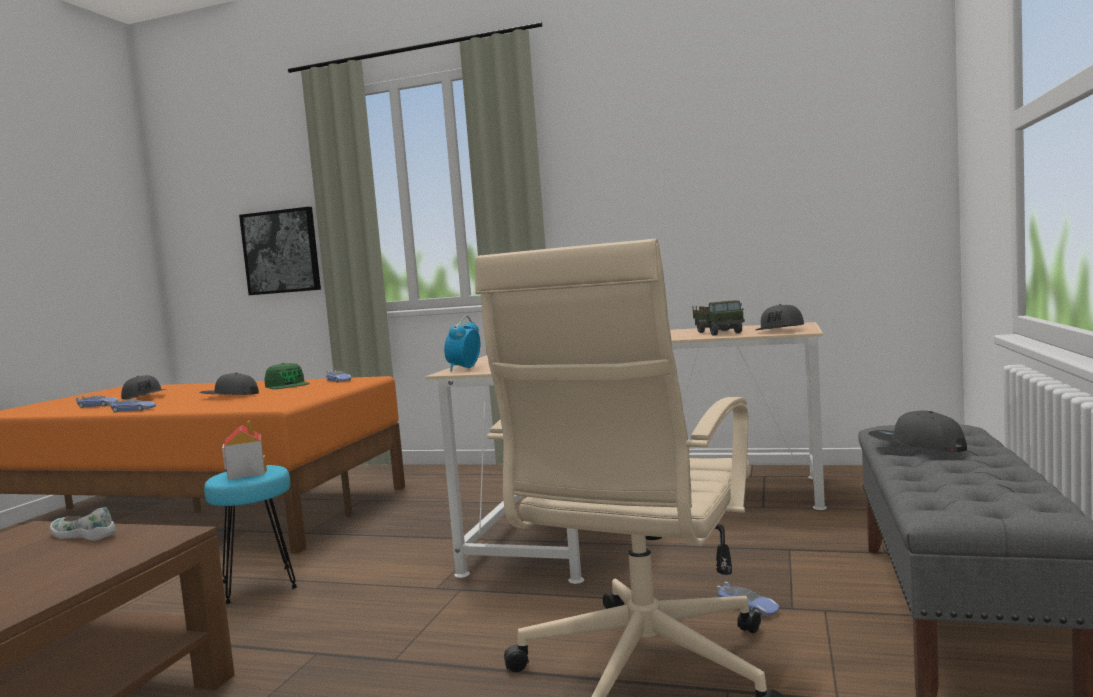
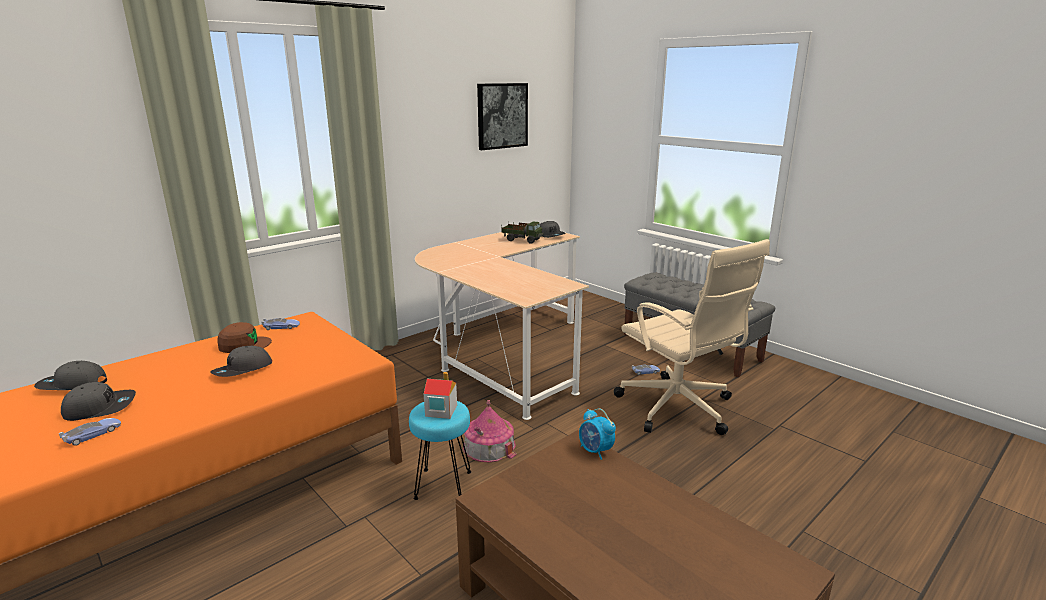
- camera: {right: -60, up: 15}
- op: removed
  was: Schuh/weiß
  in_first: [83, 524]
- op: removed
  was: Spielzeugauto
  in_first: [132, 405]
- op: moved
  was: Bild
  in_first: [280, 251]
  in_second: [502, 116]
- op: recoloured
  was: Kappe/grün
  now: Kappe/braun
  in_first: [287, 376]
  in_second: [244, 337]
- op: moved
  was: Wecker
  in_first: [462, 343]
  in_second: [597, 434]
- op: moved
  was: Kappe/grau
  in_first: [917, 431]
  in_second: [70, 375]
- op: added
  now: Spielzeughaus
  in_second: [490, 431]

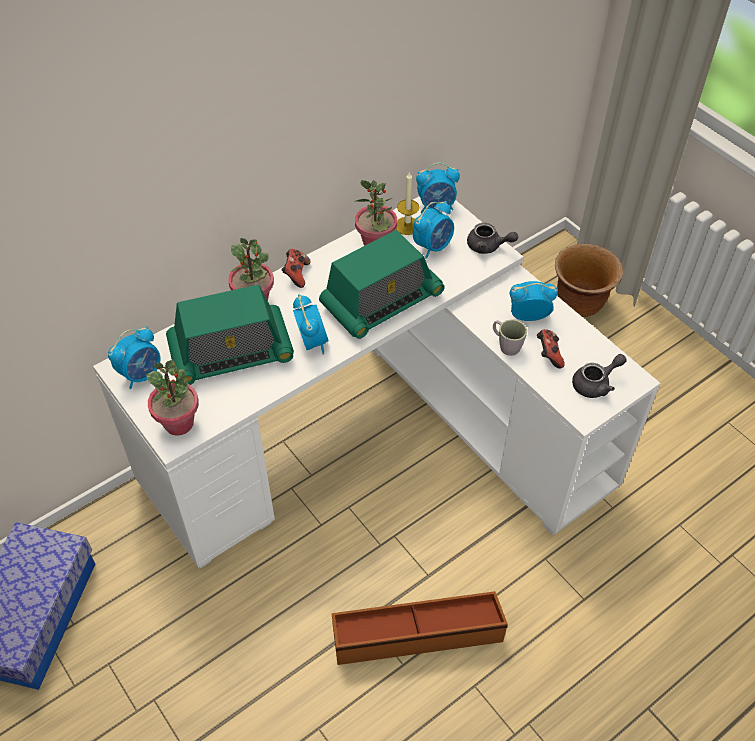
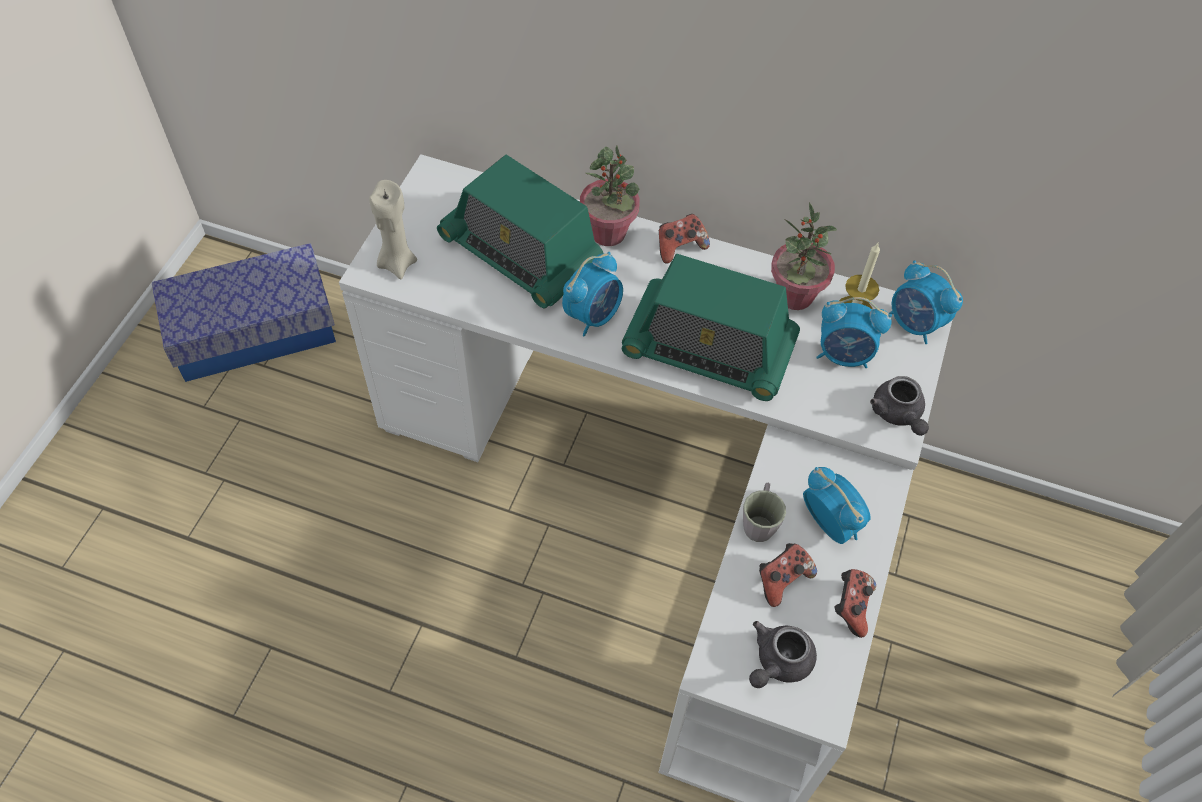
- camera: {right: 55, up: 5}
- op: removed
  was: Wecker
  in_first: [134, 357]
- op: replaced
  was: Topfpflanze
  now: Kerze/beige
  in_first: [172, 398]
  in_second: [393, 229]
- op: removed
  was: Aufbewahrungsbox/braun
  in_first: [420, 628]
- op: removed
  was: Pflanzkübel/braun
  in_first: [589, 280]
- op: turned
  was: Teekanne/grau
  in_first: [599, 376]
  in_second: [783, 654]
  clockwise: 105
- op: added
  now: Gamepad
  in_second: [855, 603]

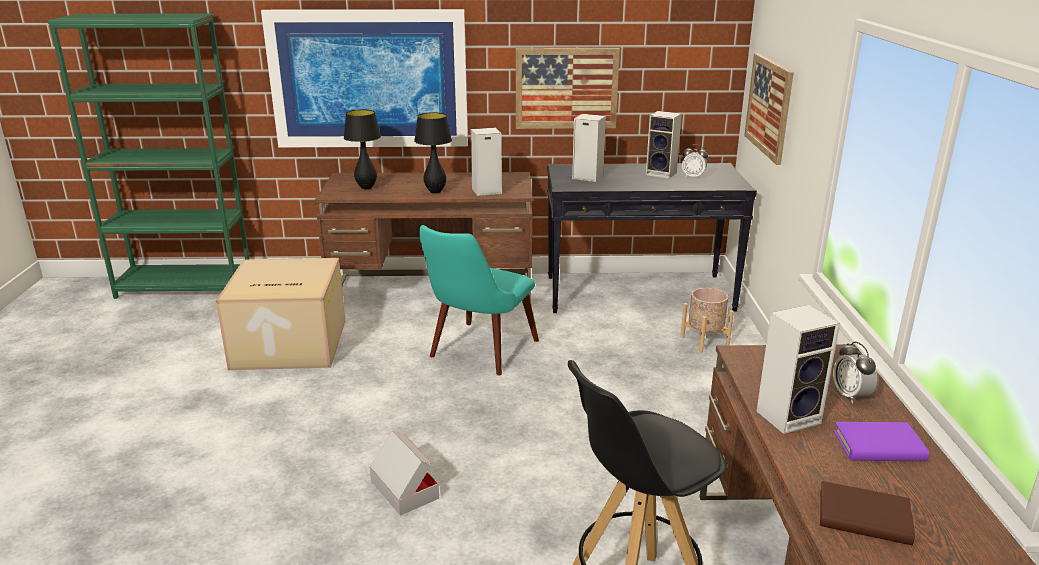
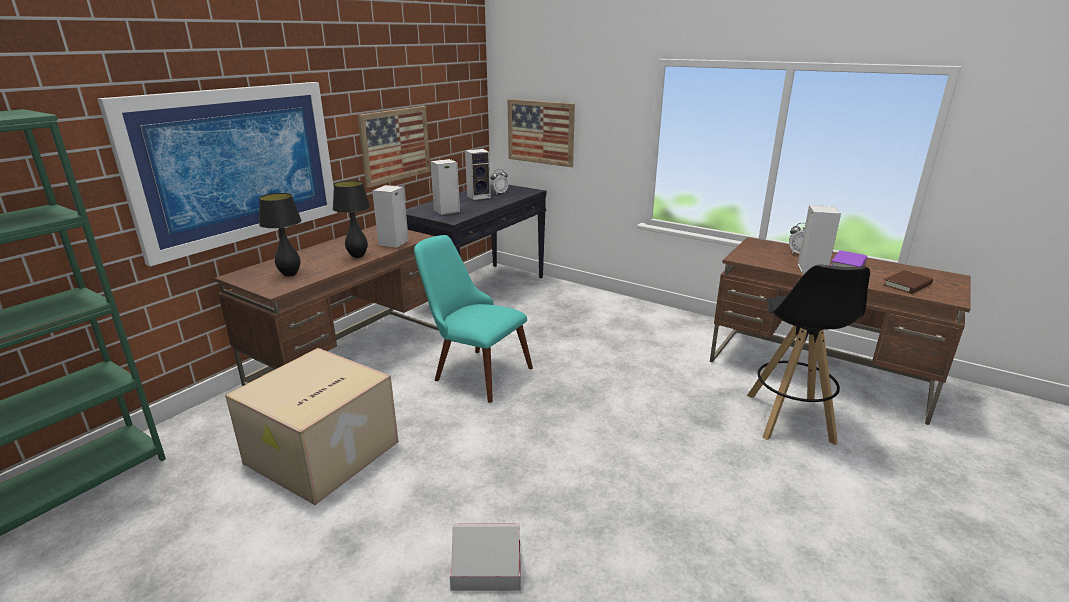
- camera: {right: -55, up: 0}
- op: moved
  was: Karton
  in_first: [404, 473]
  in_second: [485, 557]
- op: turned
  was: Stuhl/türkis
  in_first: [479, 300]
  in_second: [473, 319]
  clockwise: 150
- op: removed
  was: Pflanzkübel/beige
  in_first: [707, 320]

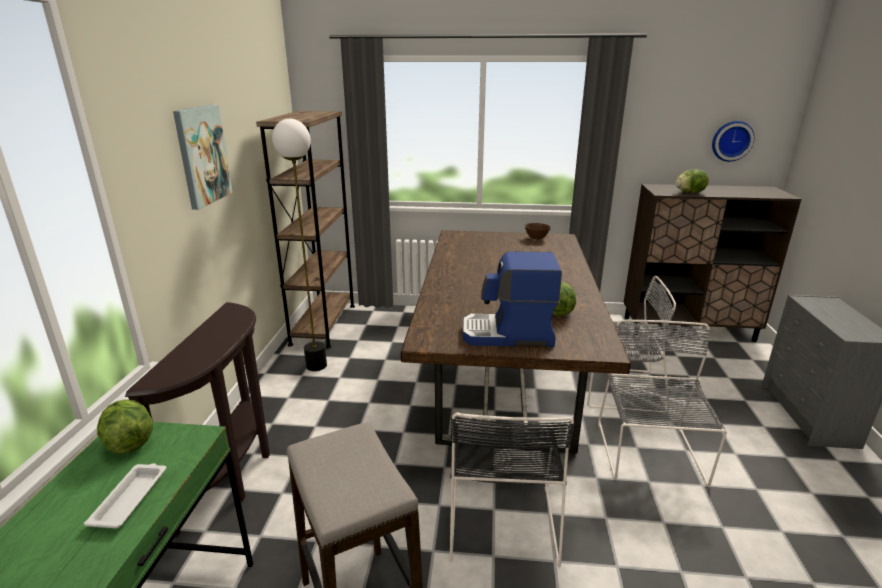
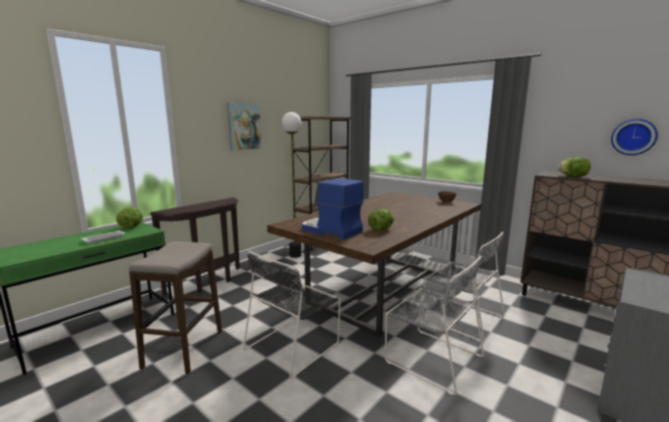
- camera: {right: 35, up: -10}
- op: turned
  was: Stuhl/grau
  in_first: [662, 403]
  in_second: [434, 325]
  clockwise: 90

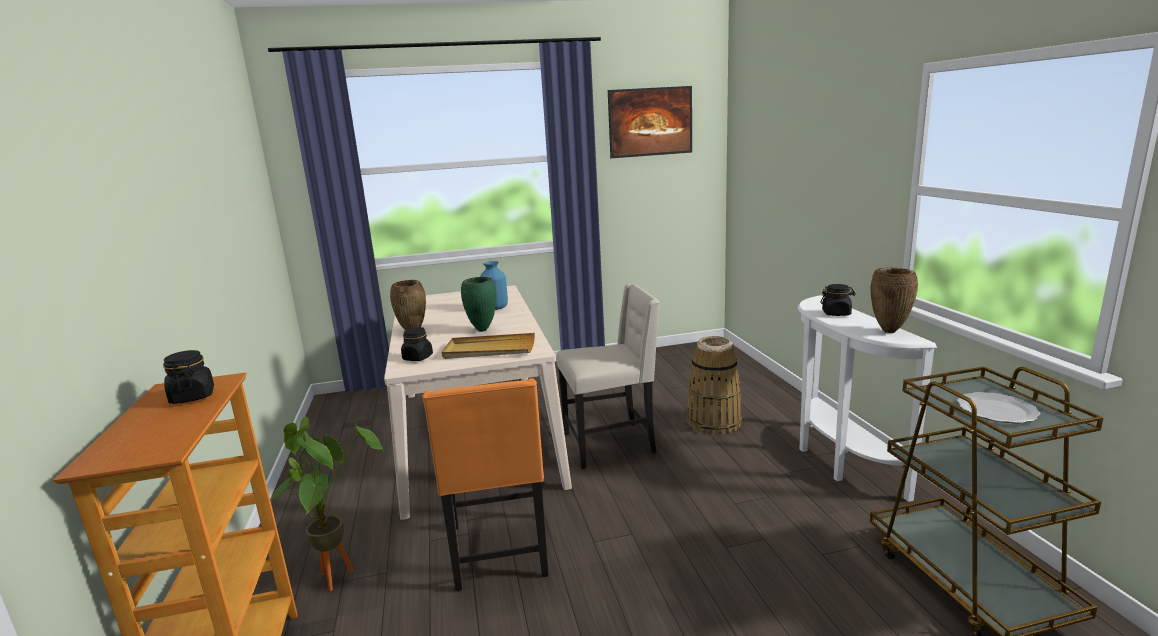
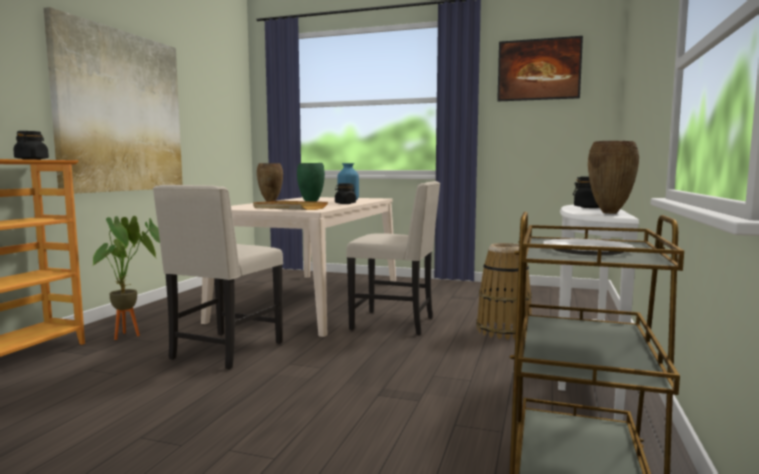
- camera: {right: 30, up: -10}
- op: moved
  was: Vorratsglas/schwarz
  in_first: [417, 344]
  in_second: [345, 193]
- op: recoloured
  was: Stuhl/orange
  now: Stuhl/beige
  in_first: [485, 484]
  in_second: [218, 277]
- op: added
  now: Bild
  in_second: [113, 100]

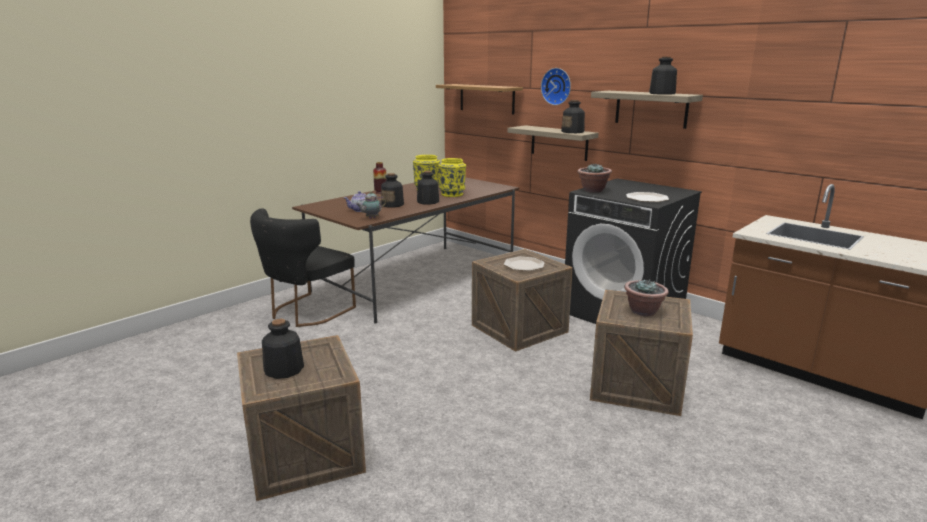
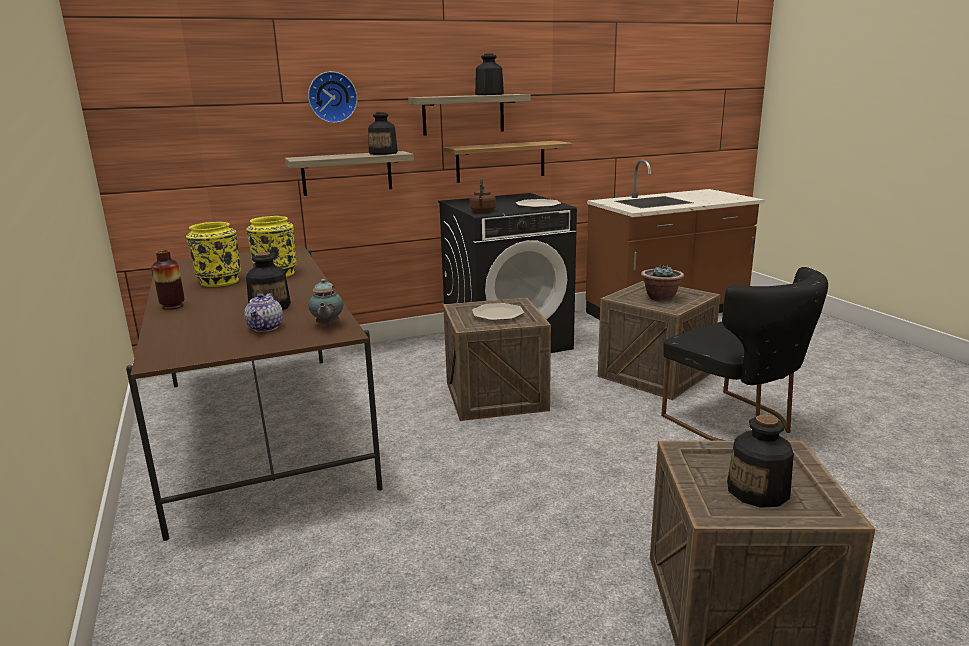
- camera: {right: -65, up: 0}
- op: moved
  was: Stuhl/schwarz
  in_first: [303, 267]
  in_second: [744, 354]
- op: removed
  was: Flasche
  in_first: [428, 188]
- op: moved
  was: Wandregal
  in_first: [479, 99]
  in_second: [508, 162]
- op: replaced
  was: Topfpflanze
  now: Wasserkessel/braun
  in_first: [595, 178]
  in_second: [483, 195]

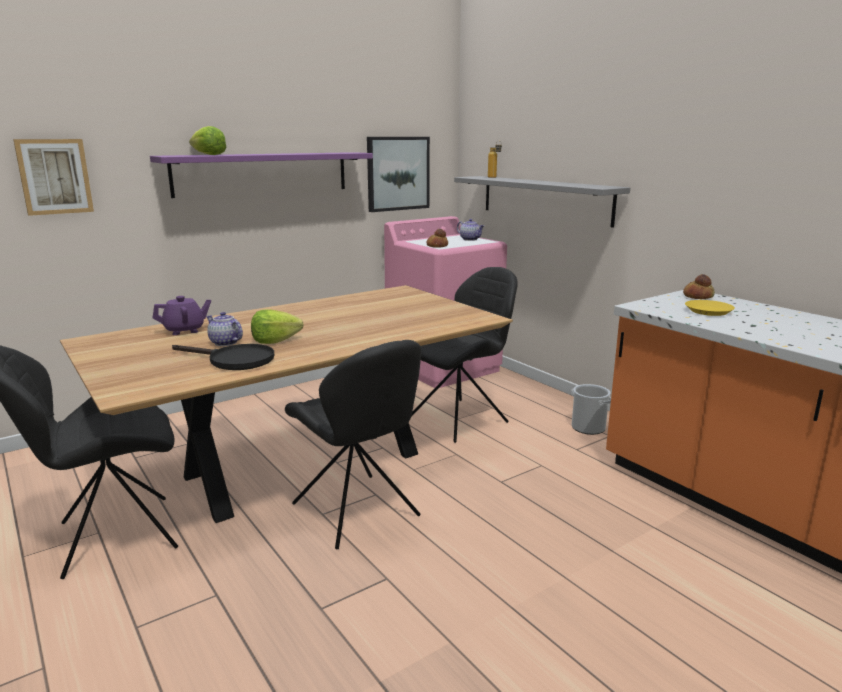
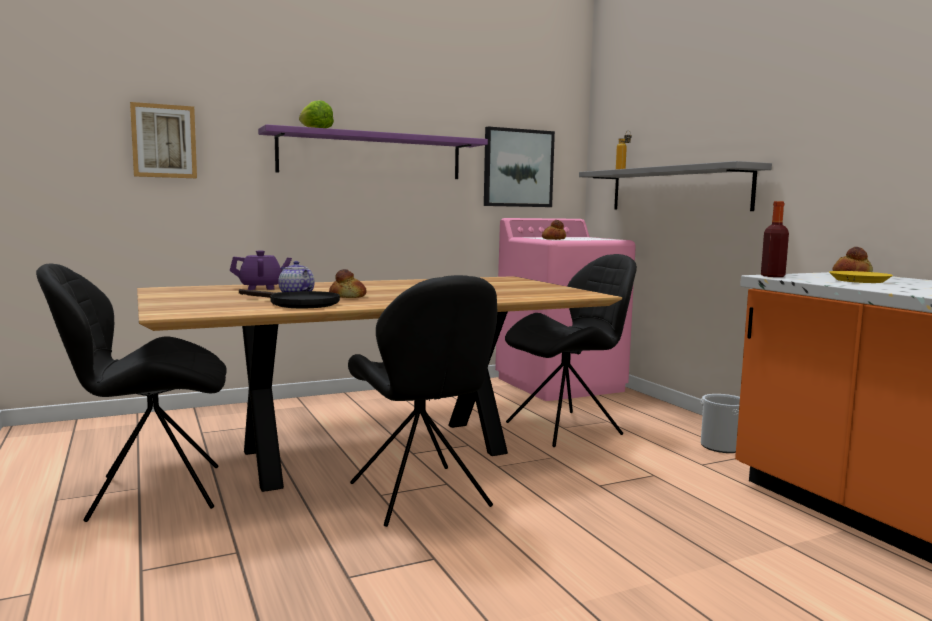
- camera: {right: 10, up: -10}
- op: replaced
  was: Salatkopf
  now: Brot
  in_first: [277, 326]
  in_second: [348, 283]
- op: removed
  was: Teekanne
  in_first: [470, 230]
- op: added
  now: Flasche
  in_second: [775, 239]

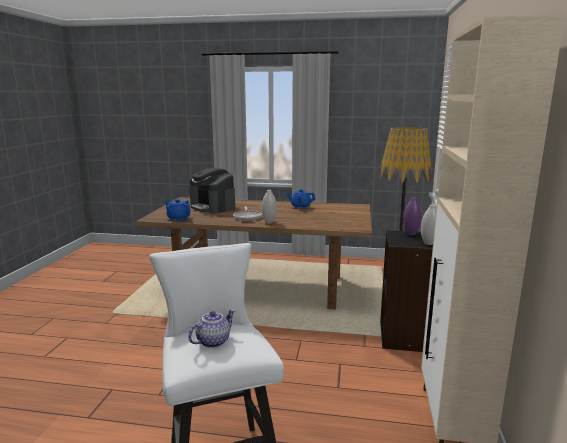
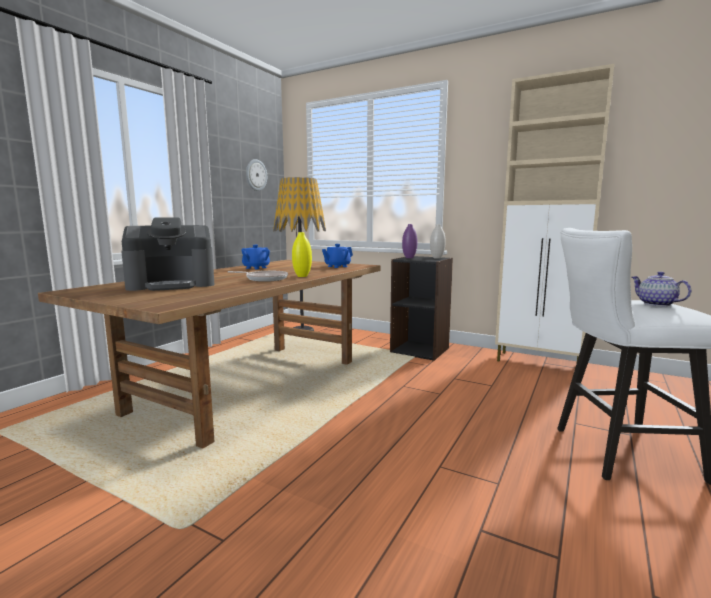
- camera: {right: -70, up: -5}
- op: moved
  was: Teekanne/blau
  in_first: [178, 210]
  in_second: [337, 256]
- op: recoloured
  was: Vase/weiß
  now: Vase/gelb
  in_first: [269, 206]
  in_second: [302, 254]
- op: added
  now: Wanduhr
  in_second: [256, 175]

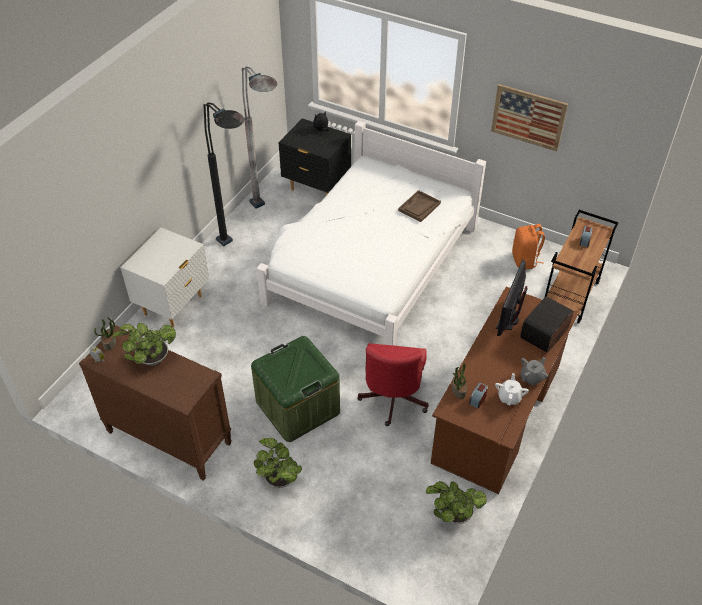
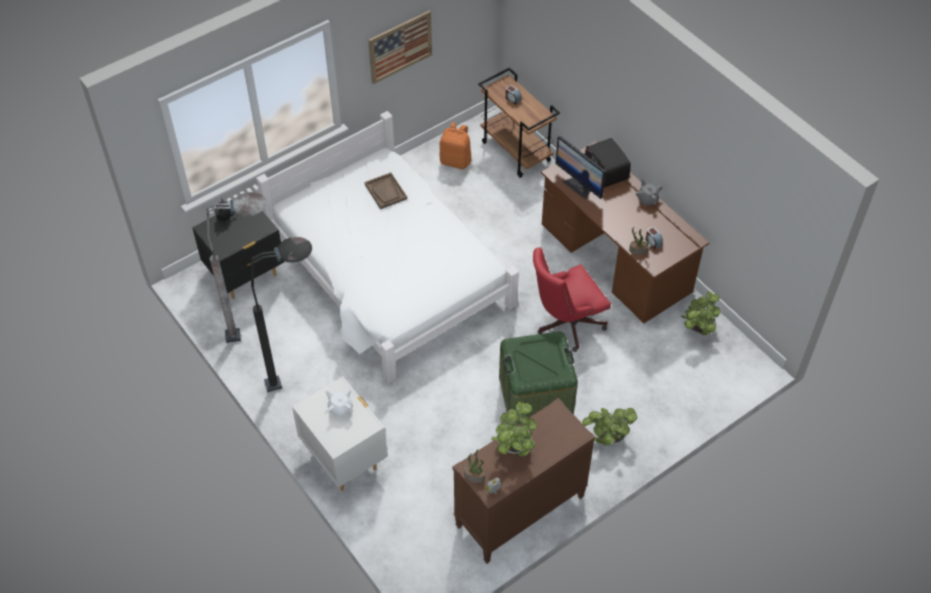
- camera: {right: -65, up: 5}
- op: turned
  was: Bürostuhl/rot
  in_first: [393, 384]
  in_second: [572, 299]
  clockwise: 120
- op: moved
  was: Teekanne/weiß
  in_first: [512, 389]
  in_second: [339, 403]

